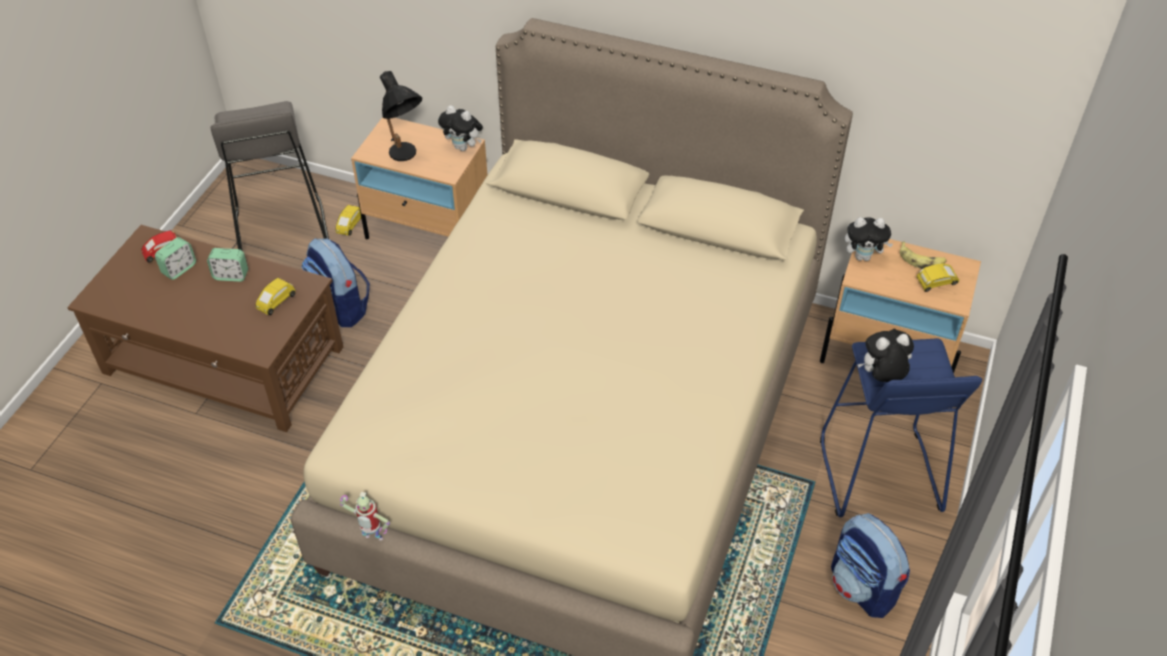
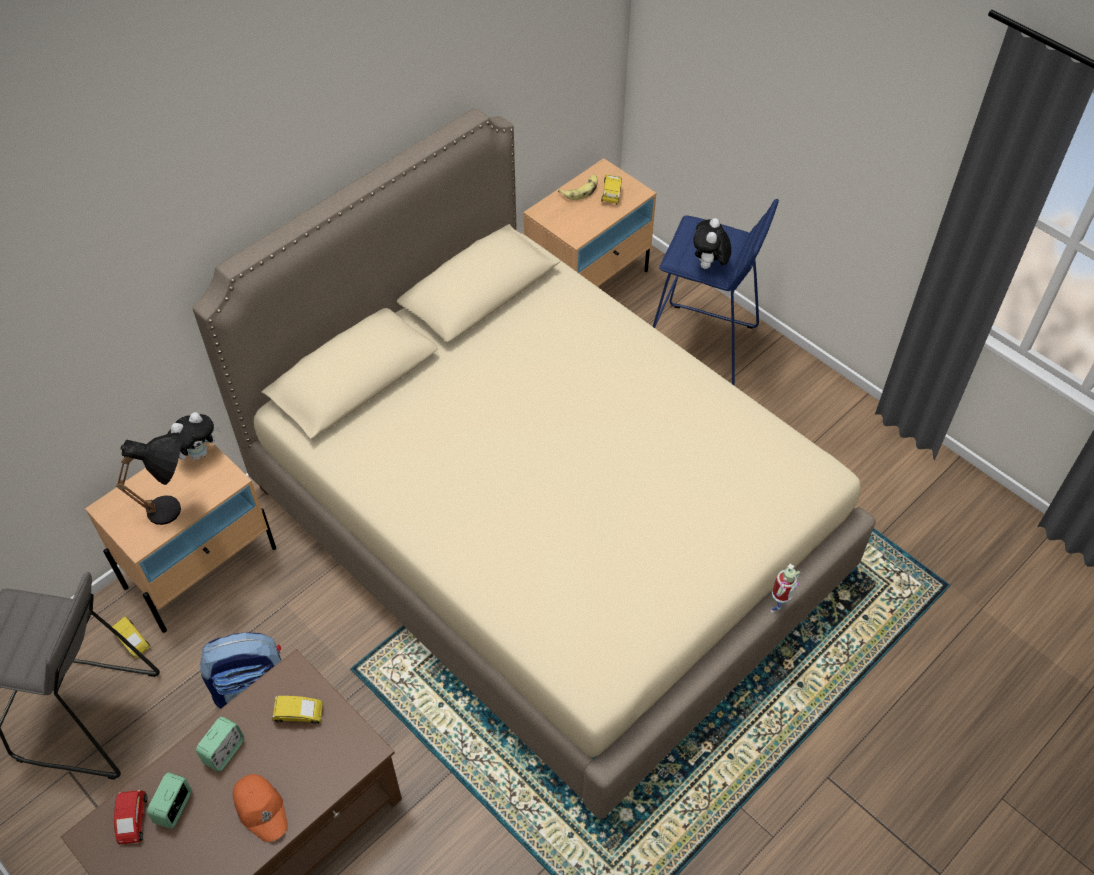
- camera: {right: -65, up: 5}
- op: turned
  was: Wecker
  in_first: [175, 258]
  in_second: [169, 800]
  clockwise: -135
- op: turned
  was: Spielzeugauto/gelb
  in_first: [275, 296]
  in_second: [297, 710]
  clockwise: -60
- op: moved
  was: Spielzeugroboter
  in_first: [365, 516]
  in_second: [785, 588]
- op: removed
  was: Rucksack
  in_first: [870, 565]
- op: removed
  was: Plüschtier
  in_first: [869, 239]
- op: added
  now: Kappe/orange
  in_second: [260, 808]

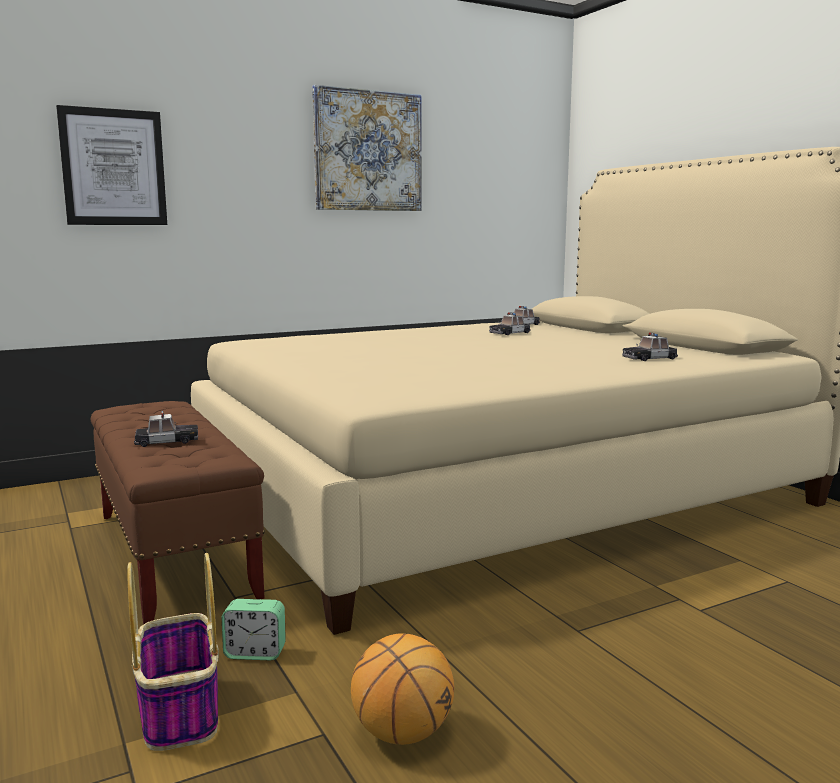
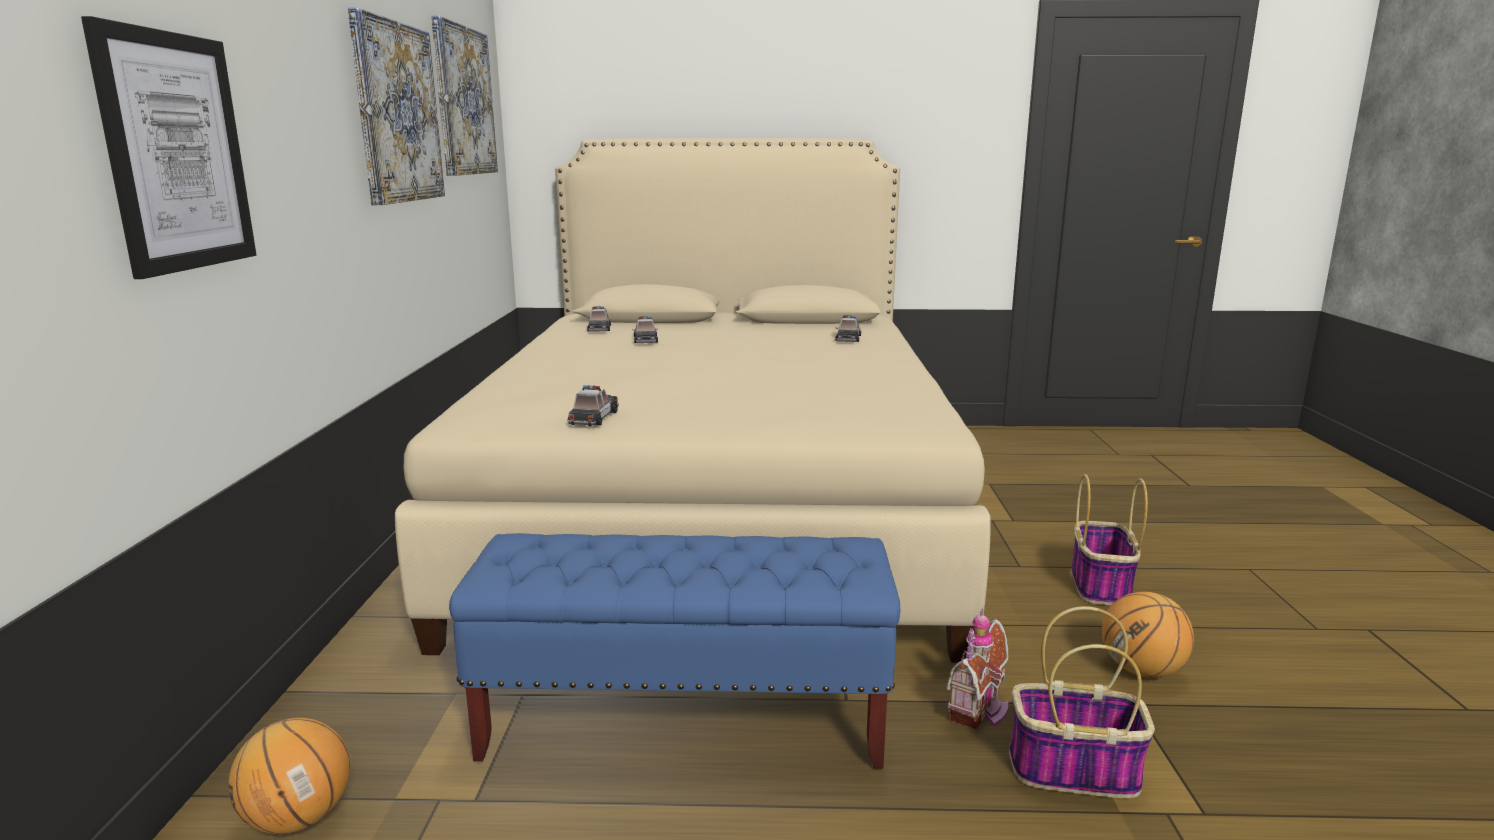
- camera: {right: -60, up: 5}
- op: recoloured
  was: Bank/braun
  now: Bank/blau
  in_first: [178, 512]
  in_second: [674, 651]
- op: moved
  was: Spielzeugauto
  in_first: [166, 429]
  in_second: [593, 405]
- op: replaced
  was: Wecker
  now: Spielzeughaus
  in_first: [254, 629]
  in_second: [977, 669]
- op: added
  now: Basketball
  in_second: [289, 776]
- op: added
  now: Bild
  in_second: [464, 96]
- op: added
  now: Korb
  in_second: [1110, 540]

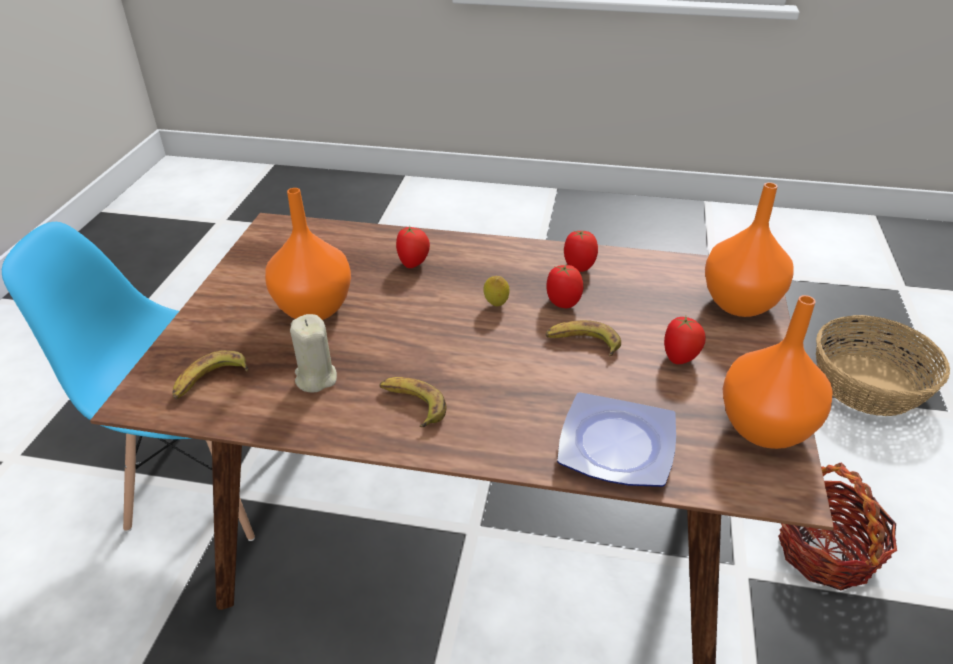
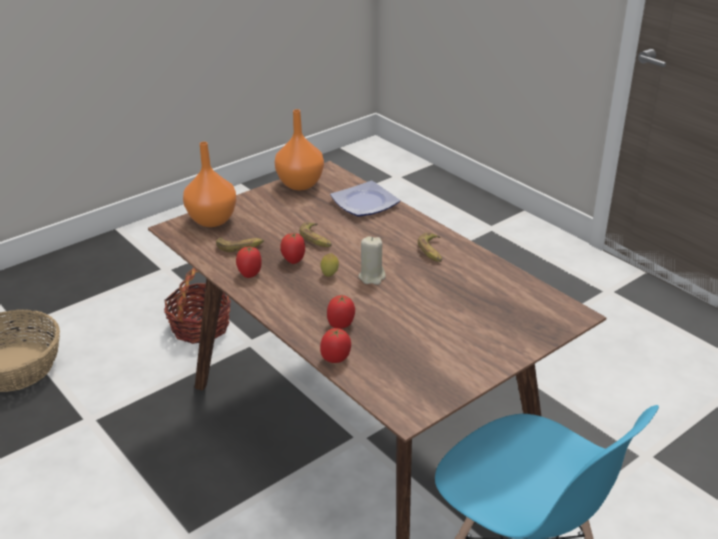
- camera: {right: -140, up: -5}
- op: moved
  was: Banane
  in_first: [210, 374]
  in_second: [240, 244]
- op: removed
  was: Vase/orange
  in_first: [308, 254]
- op: moved
  was: Kerze/beige
  in_first: [313, 353]
  in_second: [372, 260]
- op: moved
  was: Tomate
  in_first: [685, 340]
  in_second: [335, 345]

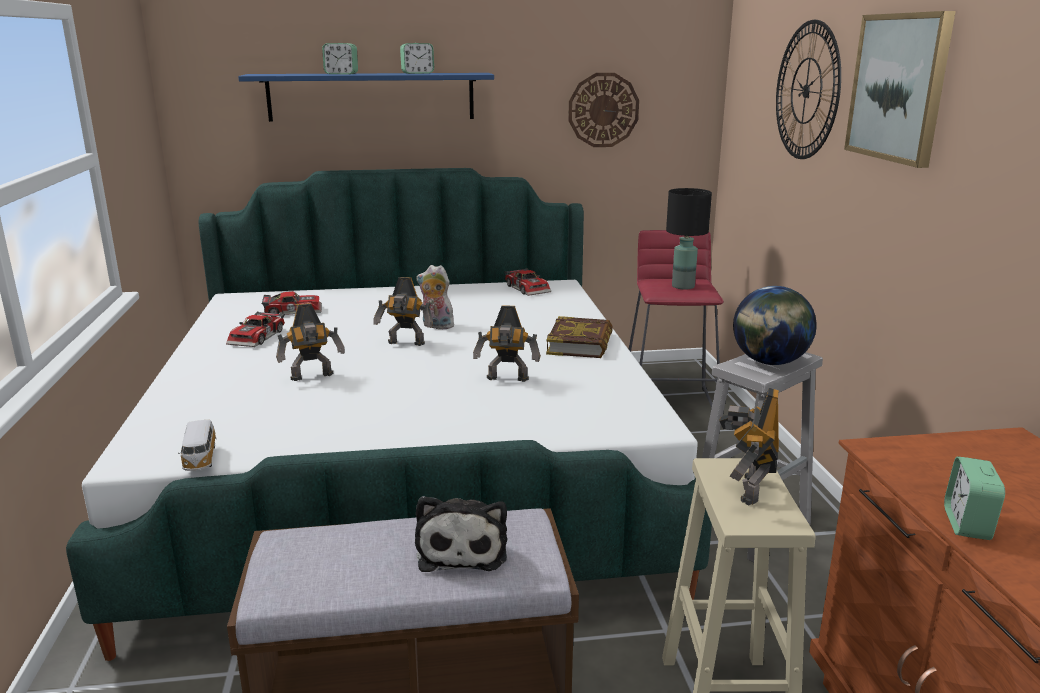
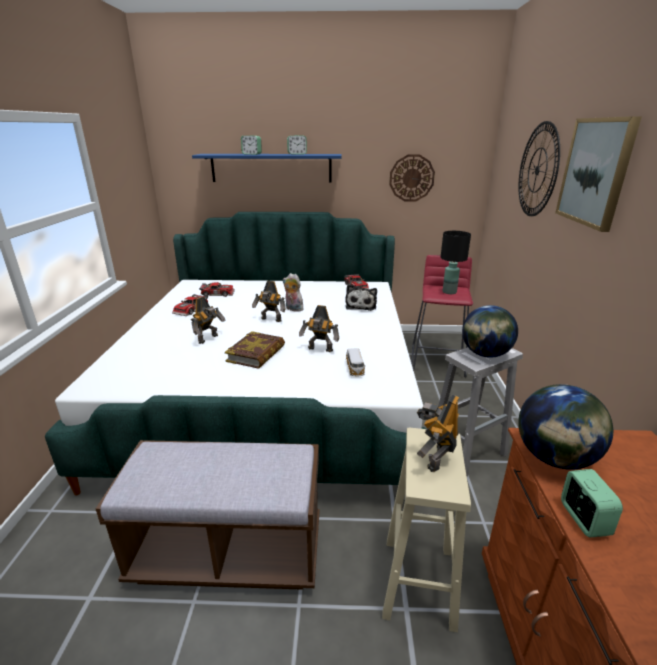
- camera: {right: 10, up: 5}
- op: moved
  was: Spielzeugauto
  in_first: [197, 445]
  in_second: [355, 362]
- op: turned
  was: Spielzeugroboter
  in_first: [310, 342]
  in_second: [208, 320]
  clockwise: -45
- op: moved
  was: Plüschtier
  in_first: [461, 534]
  in_second: [361, 297]
- op: moved
  was: Buch
  in_first: [579, 337]
  in_second: [255, 350]
- op: turned
  was: Wecker
  in_first: [974, 498]
  in_second: [592, 503]
  clockwise: 150
- op: added
  now: Globus
  in_second: [565, 427]

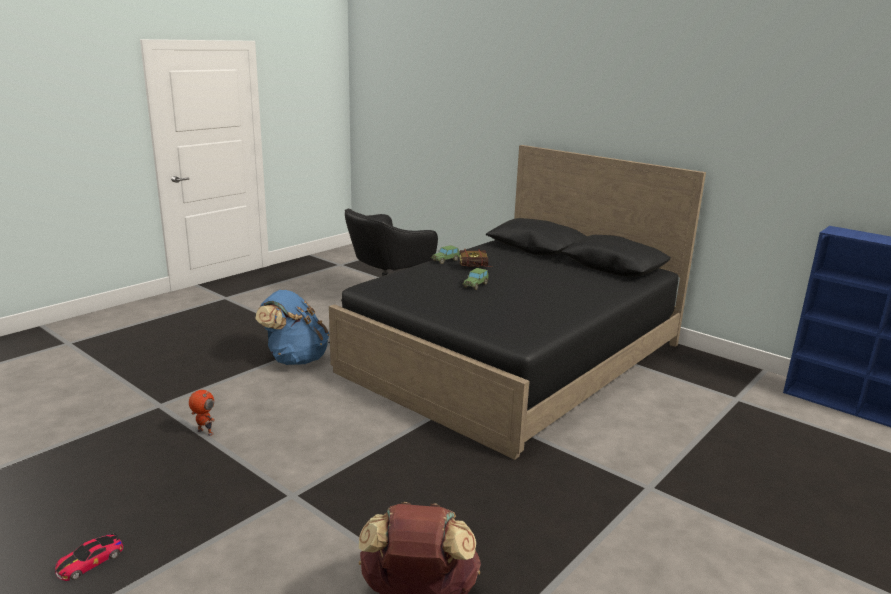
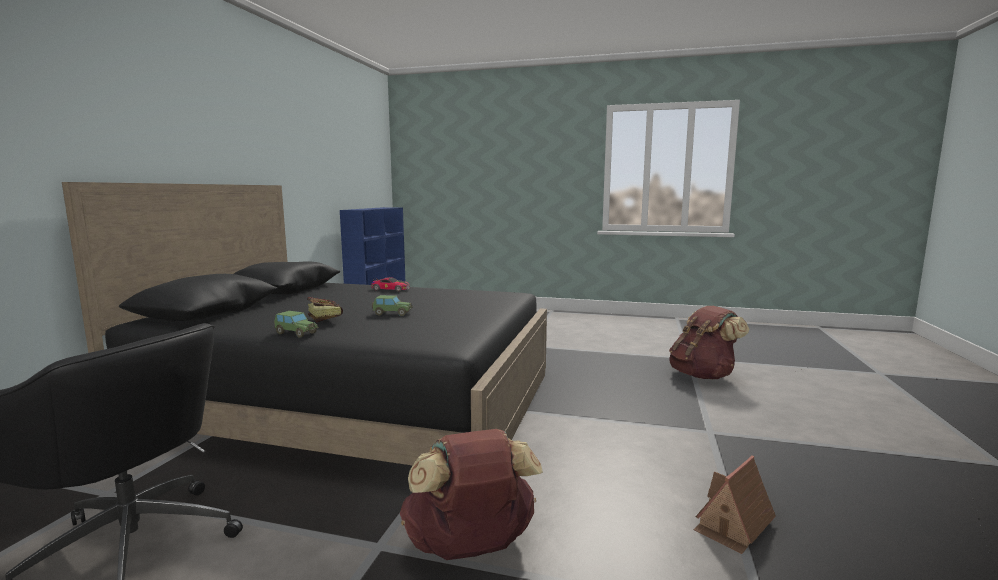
- camera: {right: -115, up: -10}
- op: moved
  was: Spielzeugauto
  in_first: [89, 557]
  in_second: [390, 284]
- op: replaced
  was: Spielzeugroboter
  now: Spielzeughaus
  in_first: [202, 413]
  in_second: [734, 504]
- op: recoloured
  was: Rucksack/blau
  now: Rucksack/braun
  in_first: [292, 327]
  in_second: [471, 494]

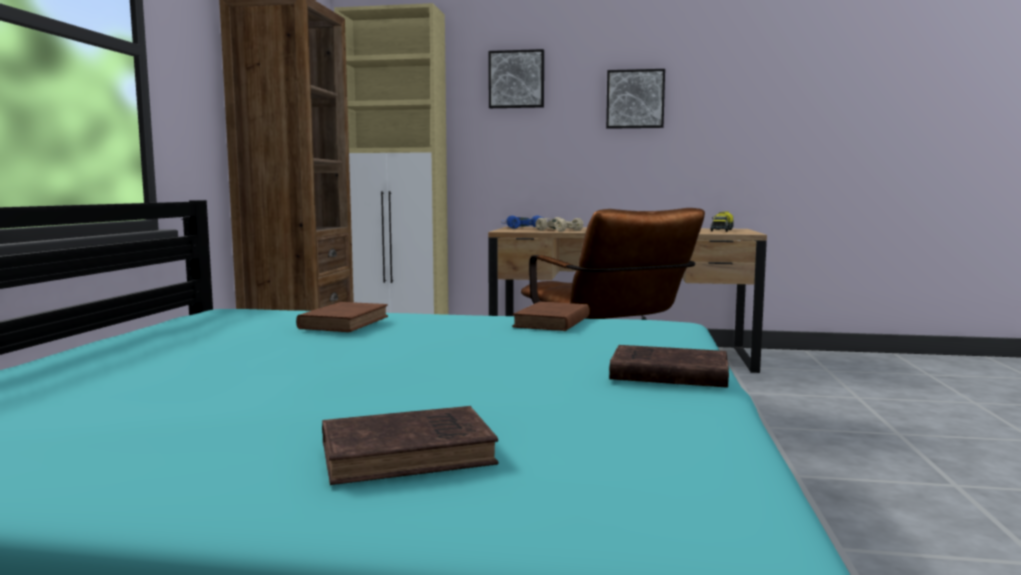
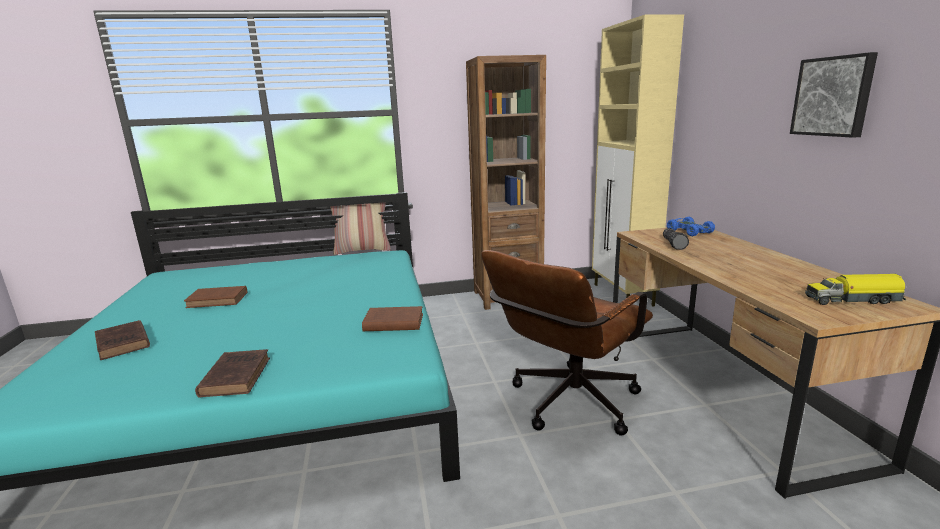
- camera: {right: 70, up: 10}
- op: moved
  was: Buch/braun
  in_first: [342, 317]
  in_second: [215, 297]
- op: removed
  was: Bild
  in_first: [516, 78]
- op: replaced
  was: Spielzeugauto/beige
  now: Taschenlampe
  in_first: [559, 224]
  in_second: [676, 239]
- op: added
  now: Kissen
  in_second: [360, 228]

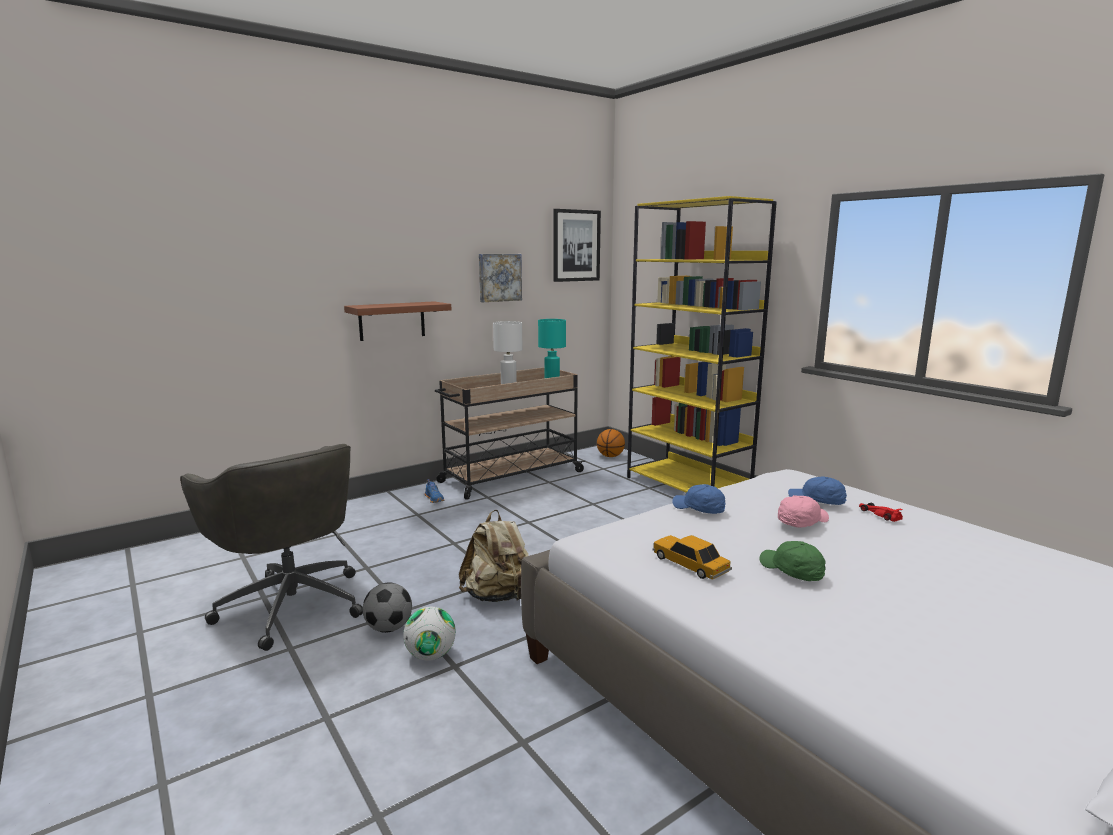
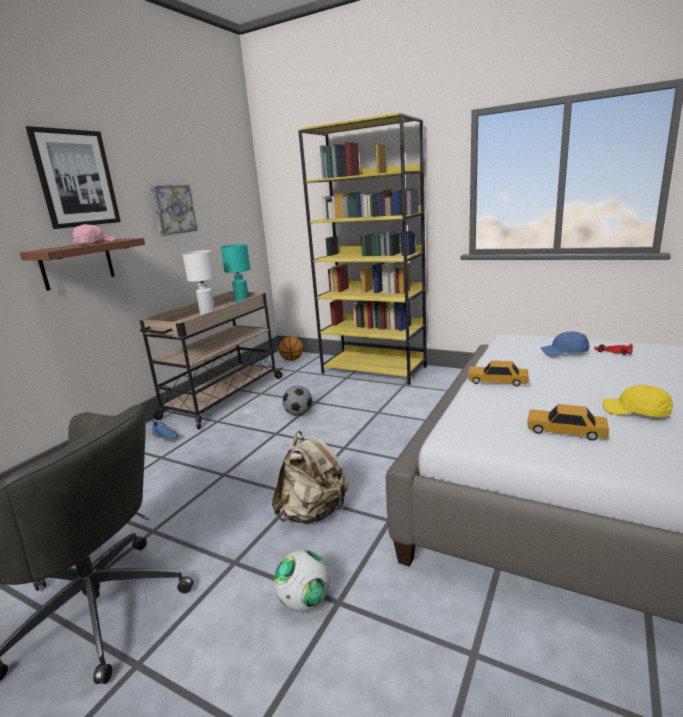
- camera: {right: -25, up: 5}
- op: moved
  was: Fußball
  in_first: [387, 608]
  in_second: [297, 401]
- op: moved
  was: Bild
  in_first: [577, 245]
  in_second: [73, 177]
- op: replaced
  was: Kappe/blau
  now: Spielzeugauto
  in_first: [698, 499]
  in_second: [498, 373]
- op: recoloured
  was: Kappe/grün
  now: Kappe/gelb
  in_first: [792, 561]
  in_second: [637, 401]
- op: moved
  was: Kappe/rosa
  in_first: [803, 511]
  in_second: [93, 233]

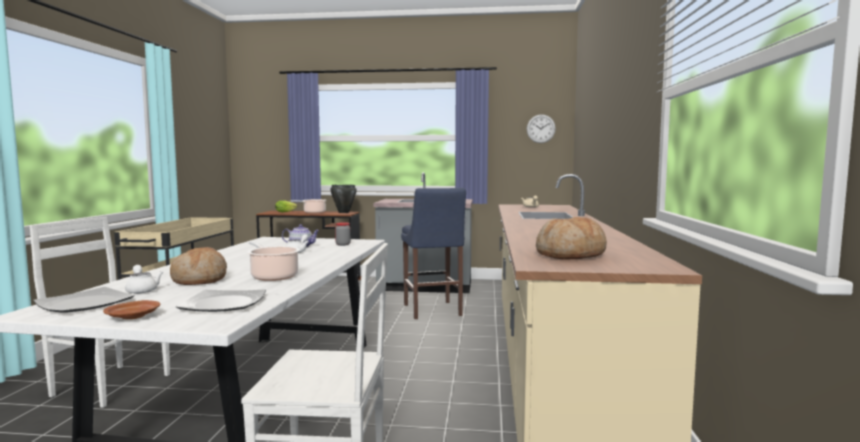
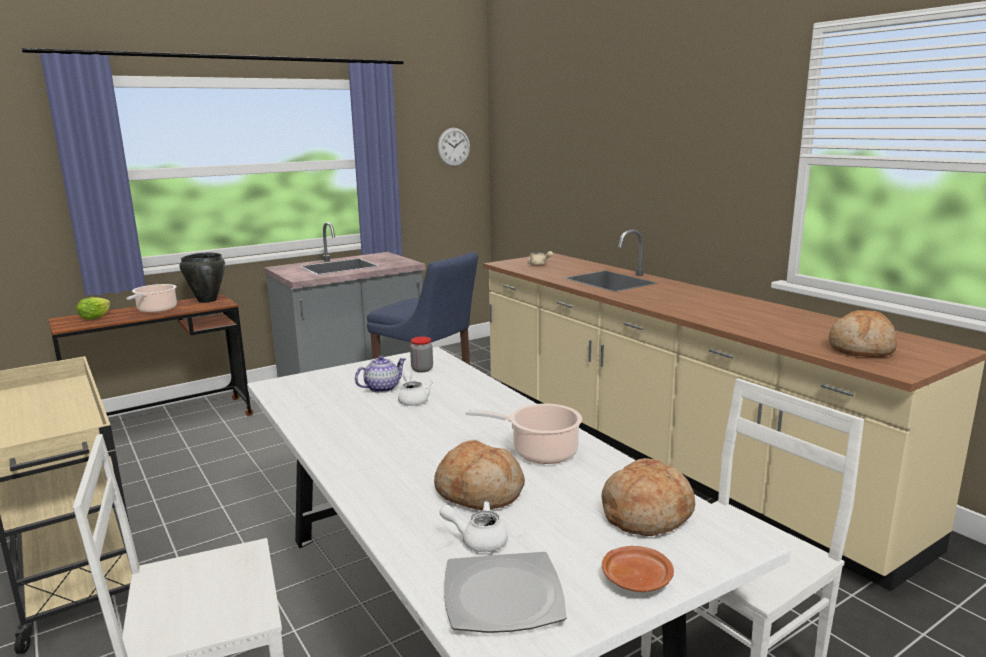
- camera: {right: -40, up: 10}
- op: replaced
  was: Teller
  now: Brot
  in_first: [221, 300]
  in_second: [648, 497]

